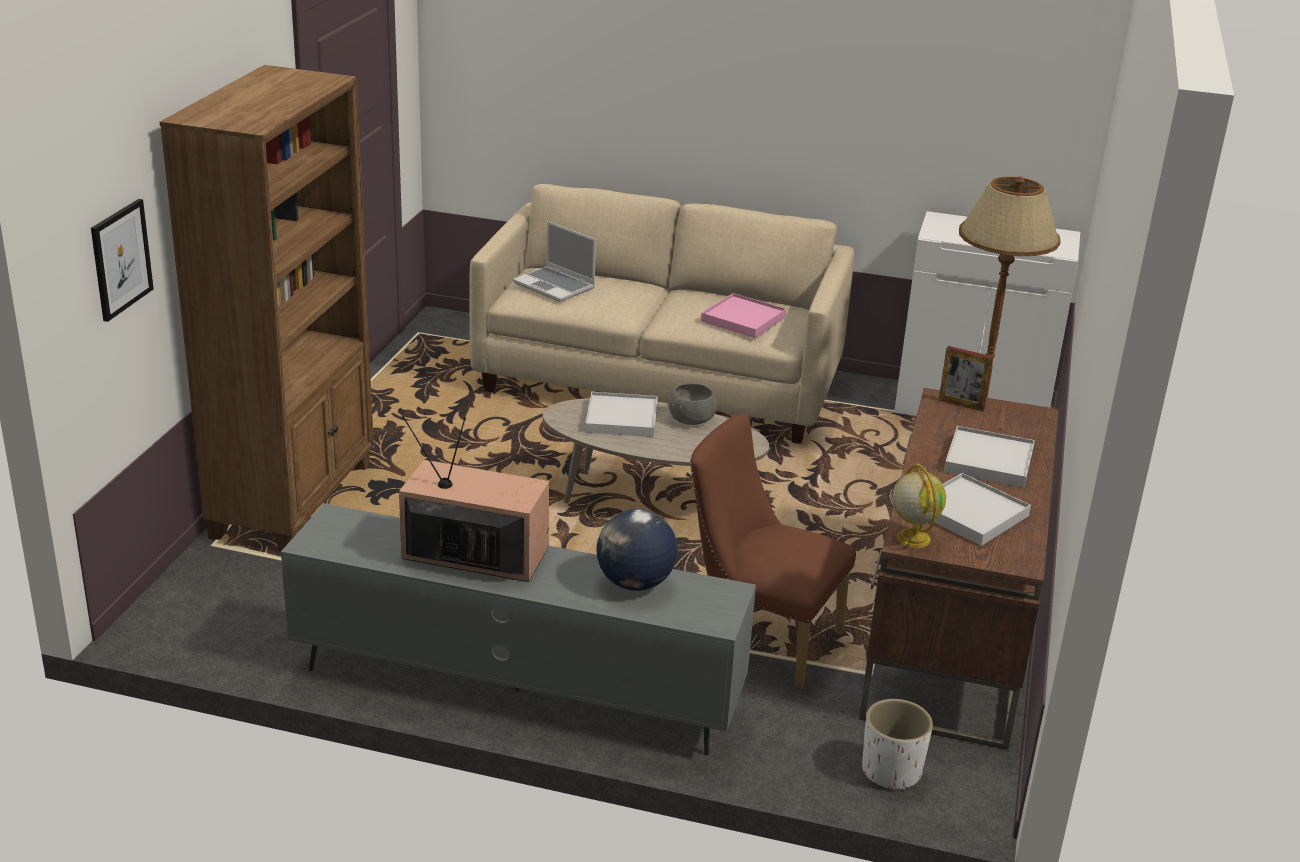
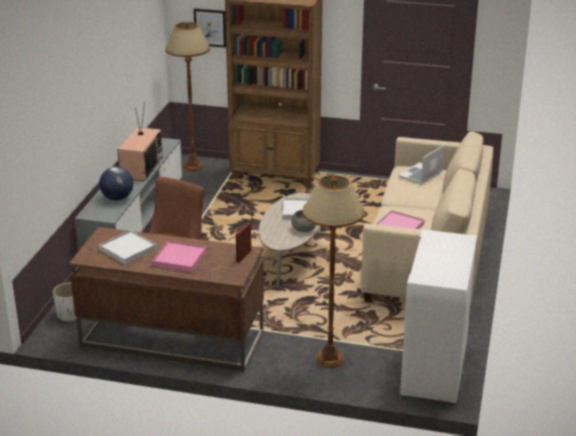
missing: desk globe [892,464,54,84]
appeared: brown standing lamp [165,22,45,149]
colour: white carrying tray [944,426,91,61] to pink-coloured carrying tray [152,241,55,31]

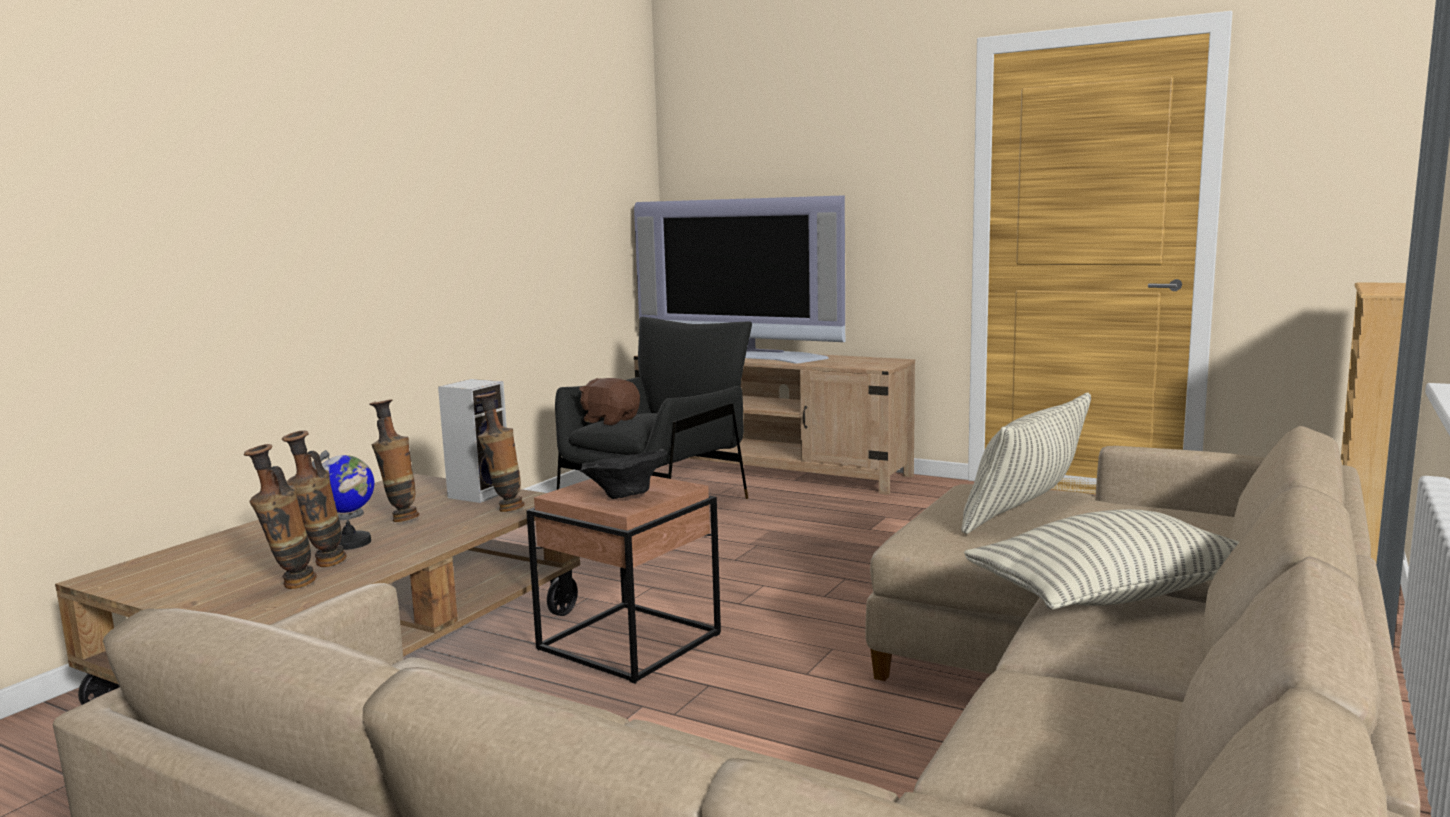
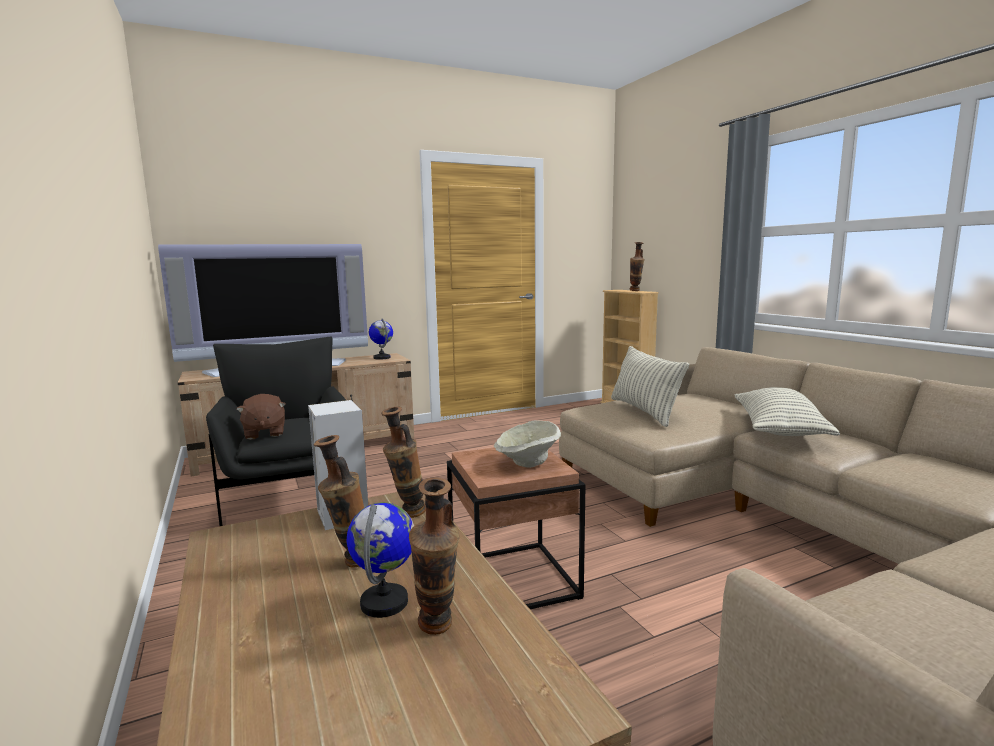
appeared: desk globe [369,318,24,42]
relocated: vase [244,444,73,145] to [629,242,16,49]
colour: blackish bowl [580,449,88,50] to beige bowl [494,421,67,47]
spun: brown plush toy [579,378,61,47] = [236,394,50,46] 90 degrees counterclockwise

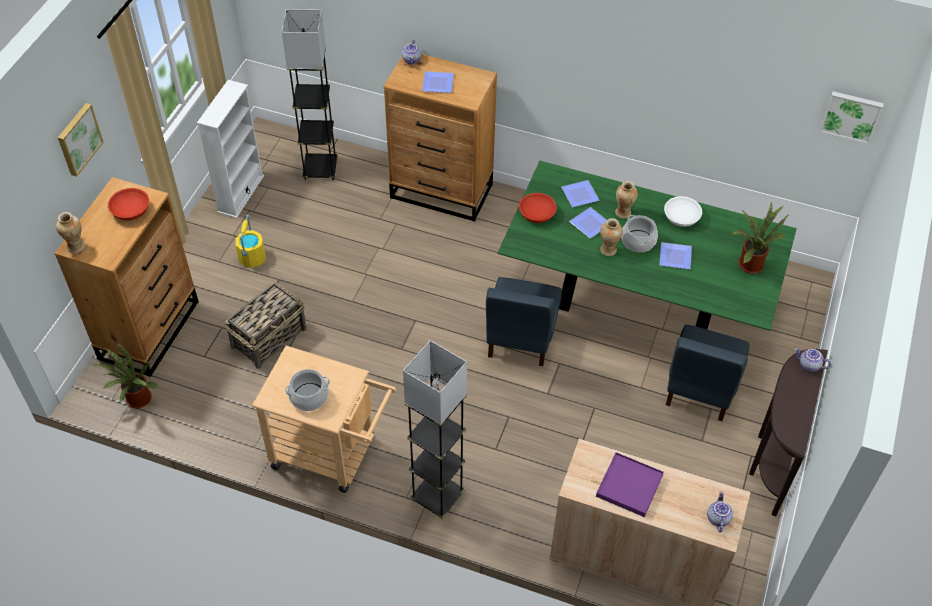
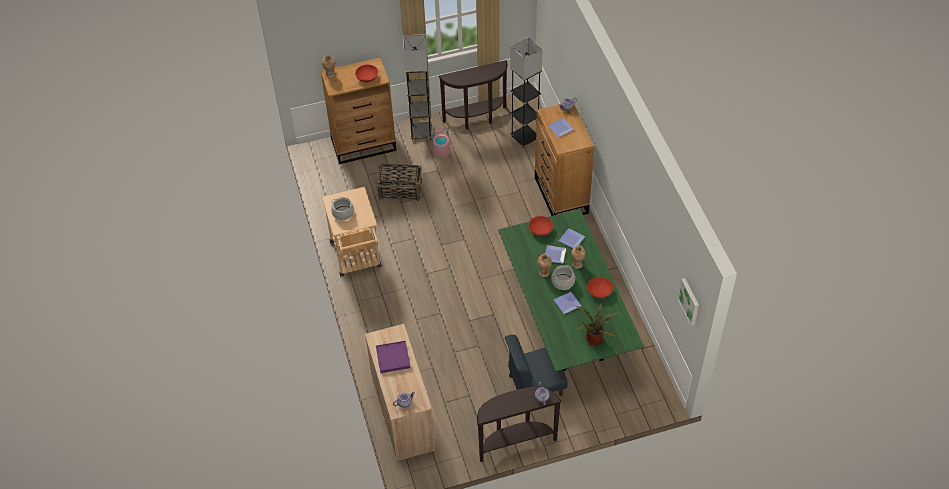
missing: wall art [58,103,46,74]; potted plant [95,343,64,65]; blue chair [486,277,76,89]
relocated: greyish standing lamp [403,340,64,179] to [403,34,29,106]
exchanged: white bookshelf [197,80,67,138] to brown console table [438,60,69,70]
colour: yellow-coloured bucket [236,214,30,54] to pink-coloured bucket [431,127,19,31]; white bowl [664,196,38,31] to red bowl [587,277,26,22]

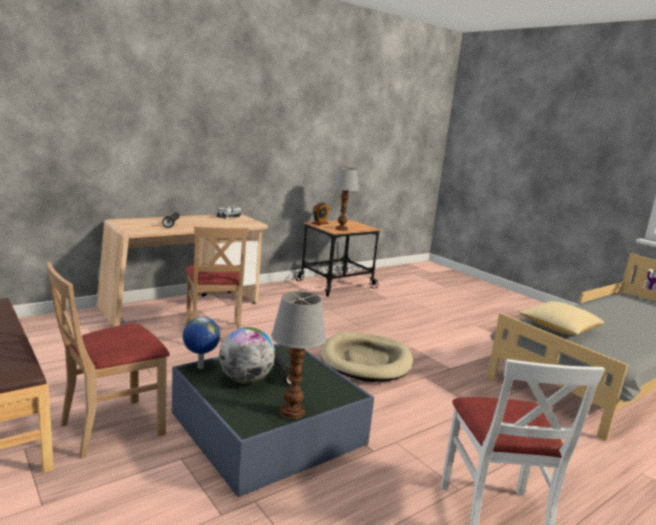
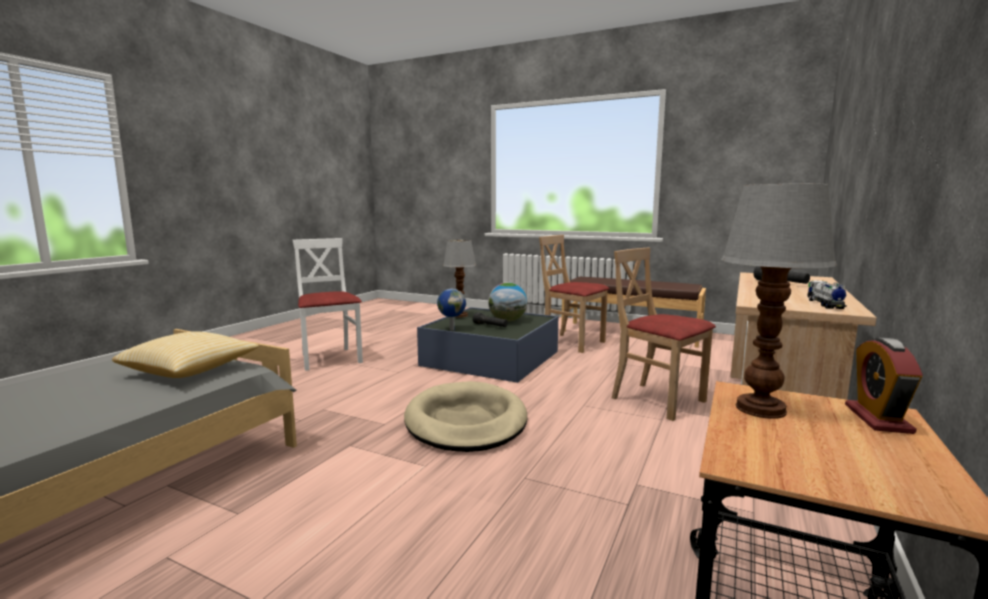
relocated: desk globe [182,317,38,52] to [437,289,29,42]
spun: beige chair [47,262,123,197] = [539,235,70,118] 75 degrees counterclockwise

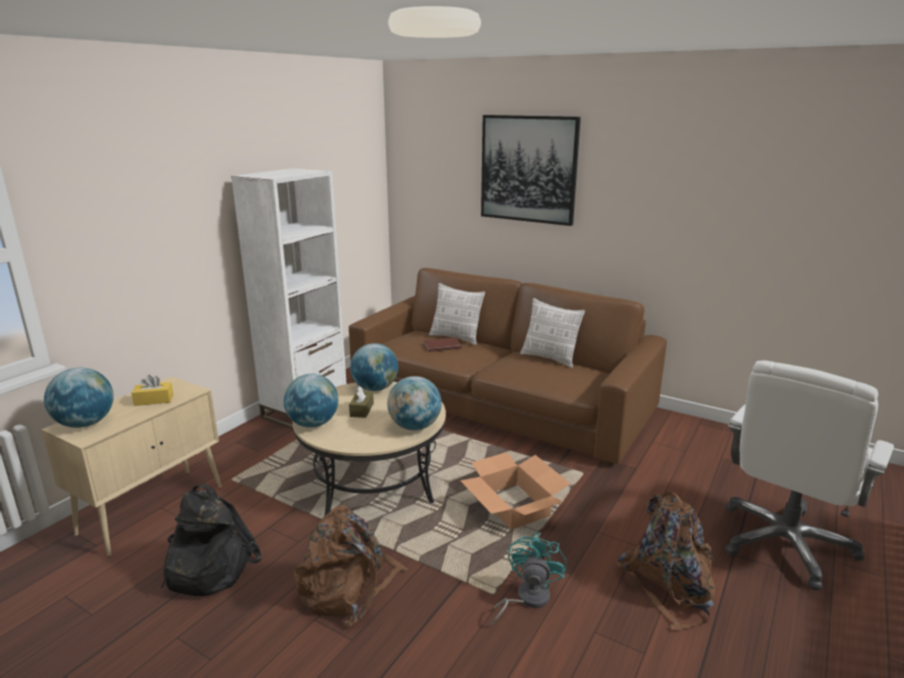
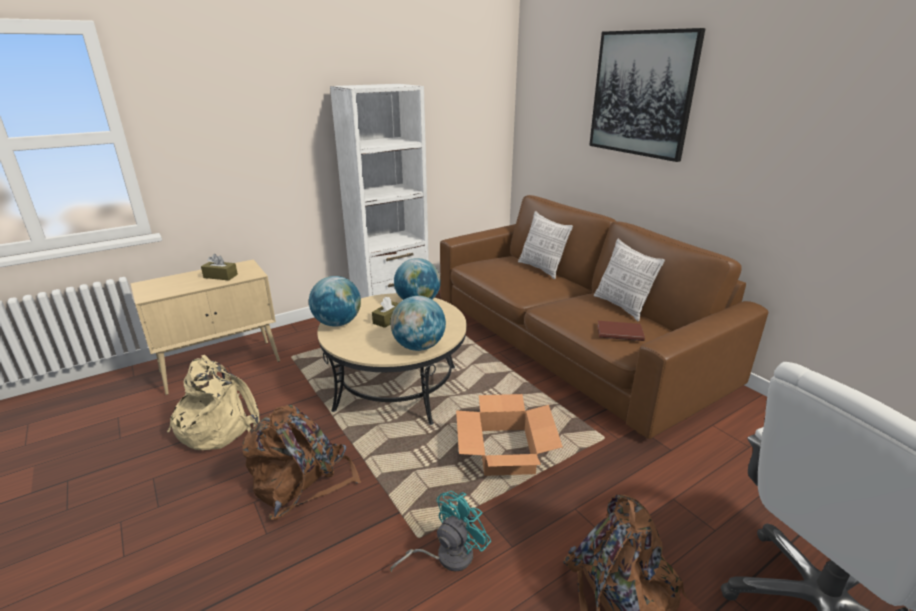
missing: desk globe [44,367,70,61]
relocated: brown volume [424,337,38,15] to [597,321,48,20]
colour: yellow-coloured tissue holder [132,375,42,31] to brown tissue holder [201,254,37,26]; blackish backpack [161,484,101,112] to beige backpack [167,355,93,95]

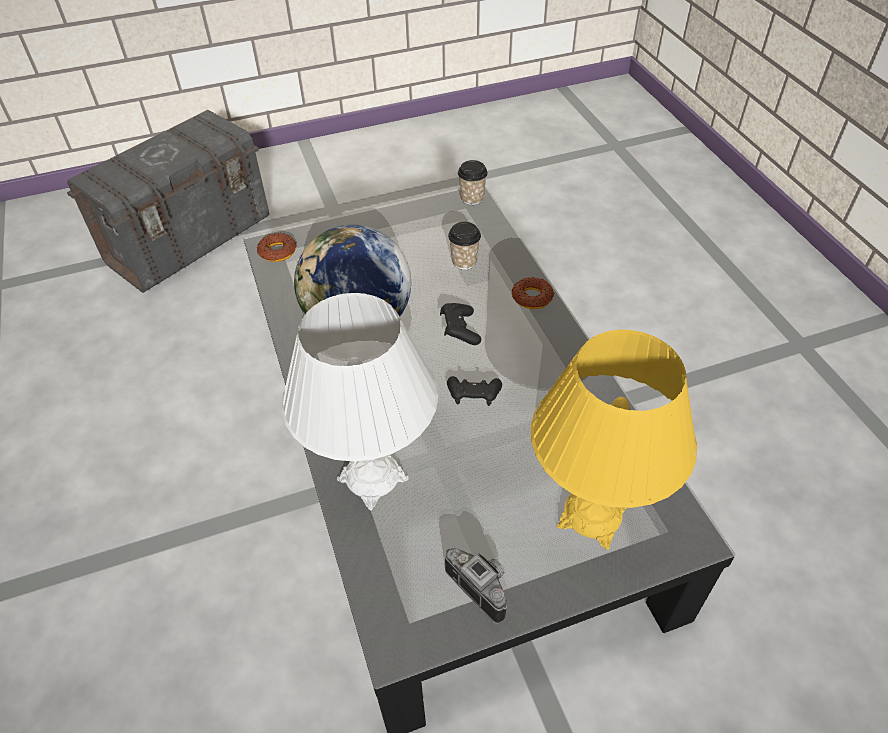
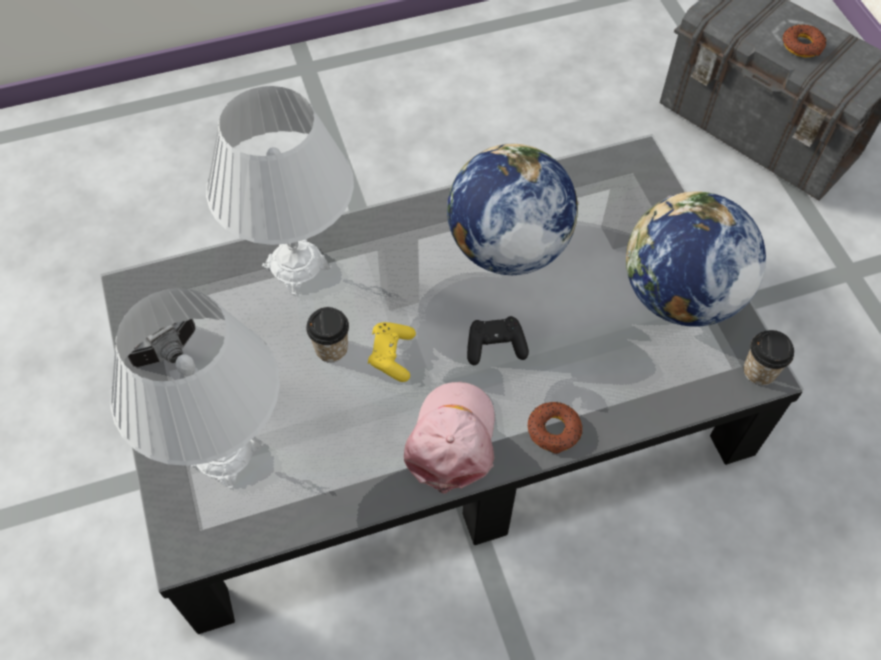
appeared: pink-coloured baseball cap [404,382,91,112]; desk globe [626,192,140,135]
relocated: ring doughnut [257,233,39,29] to [783,24,43,33]; drinking cup [448,222,33,48] to [306,307,43,56]
colour: blackish gamepad [447,376,55,30] to yellow-coloured gamepad [368,322,48,60]; yellow-coloured table lamp [531,330,166,220] to white table lamp [110,288,170,201]

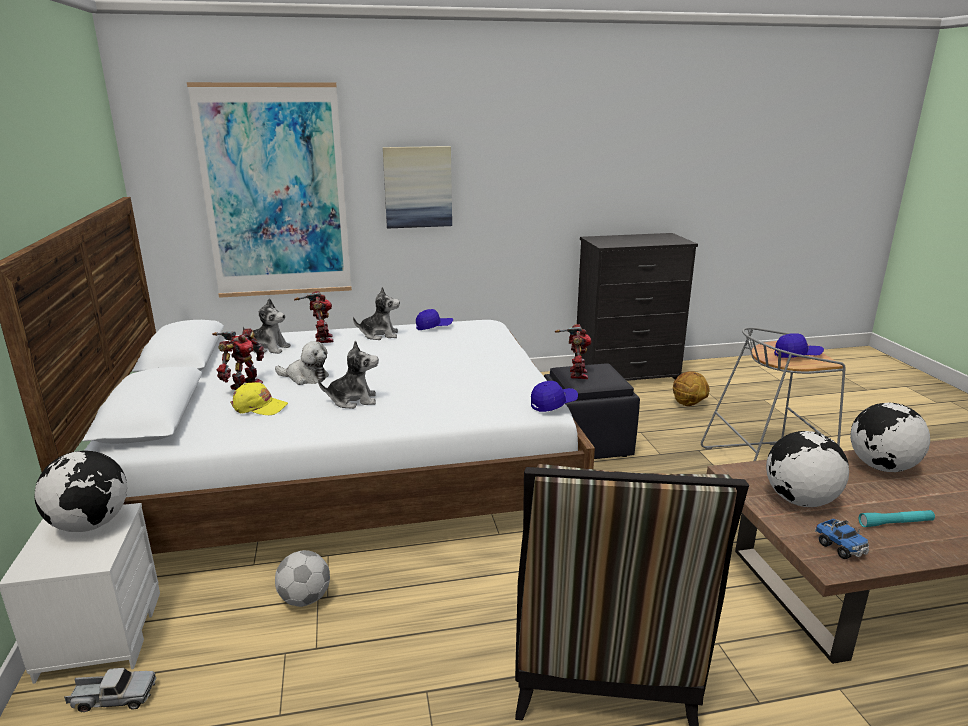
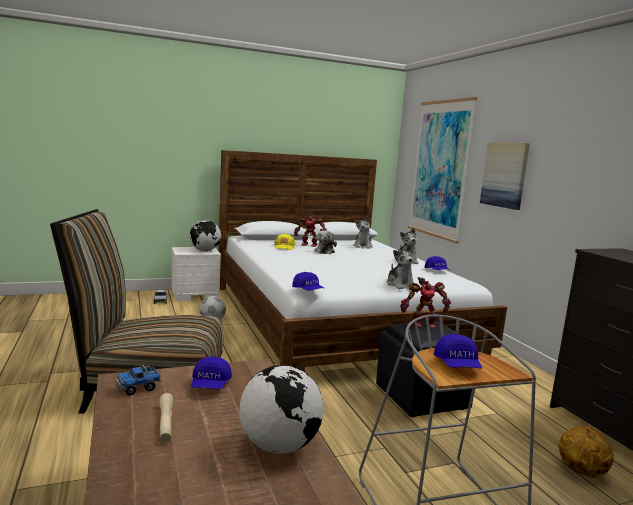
missing: model robot [294,291,39,52]
relocated: plush toy [318,340,61,69] to [387,244,27,45]
exchanged: desk globe [766,431,83,76] to blue baseball cap [191,356,41,33]
colour: blue-green hand torch [859,510,76,17] to beige hand torch [160,393,13,50]

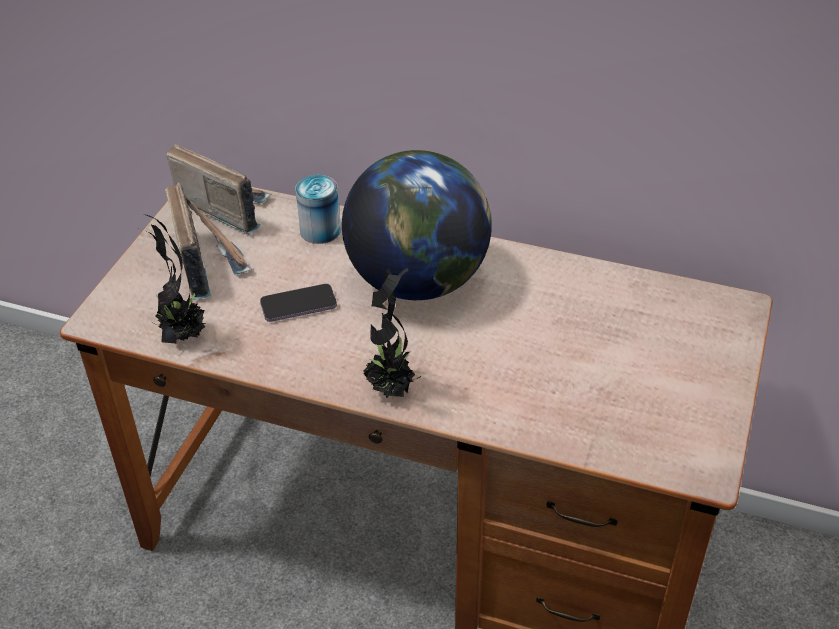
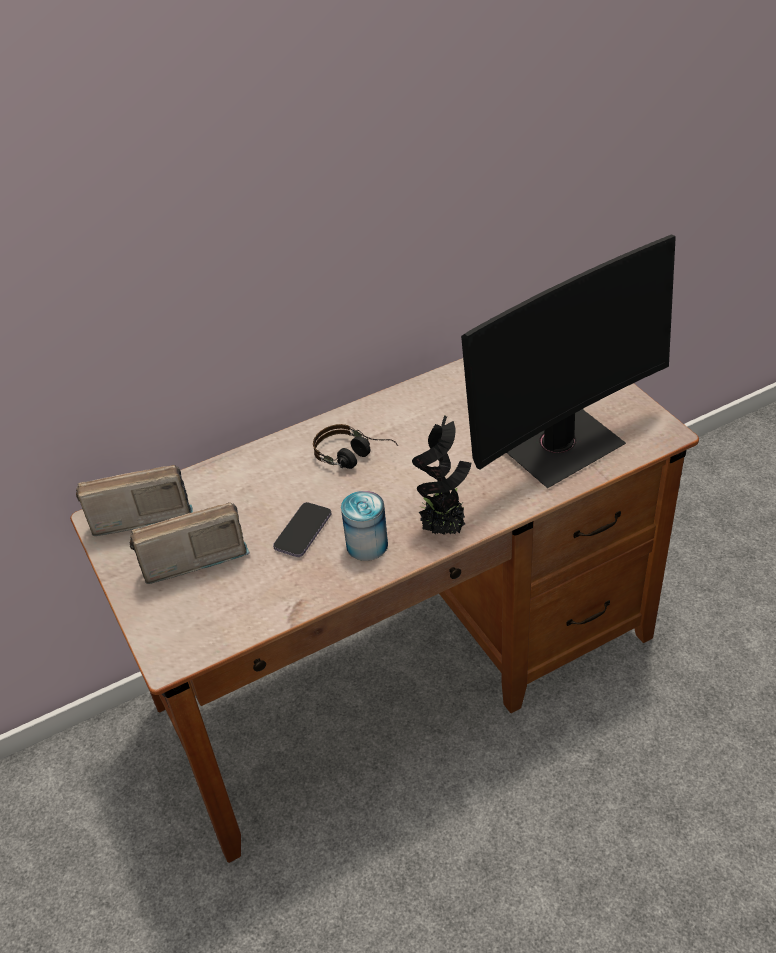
missing: potted plant [141,214,65,130]
appeared: computer screen [461,234,215,254]
relocated: metal can [295,175,46,69] to [341,491,47,70]
exchanged: desk globe [342,150,150,150] to headphones [313,424,85,45]
spun: radio set [165,182,87,118] = [130,502,120,82] 45 degrees counterclockwise

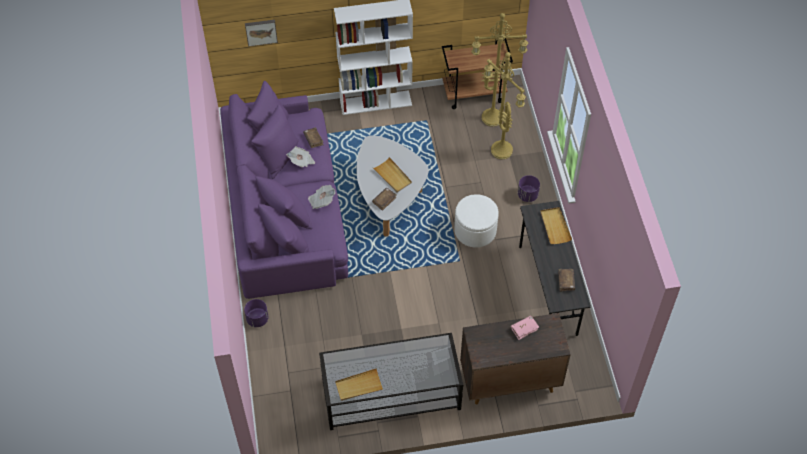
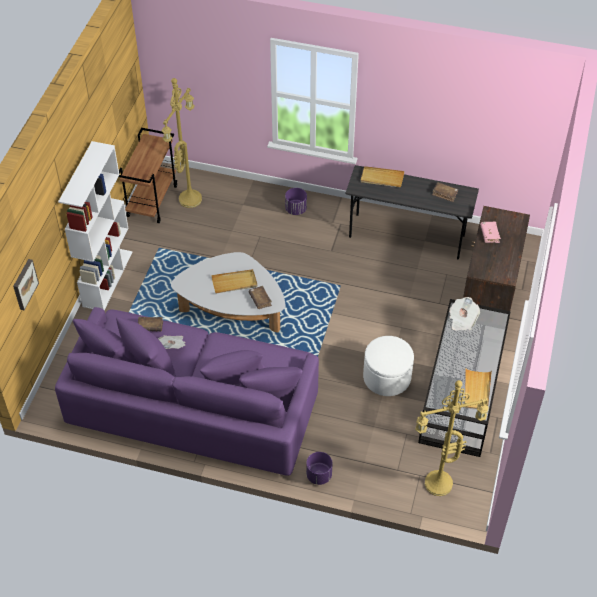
relocated: daily paper [308,185,28,24] to [449,297,31,34]; white pouffe [454,194,45,54] to [363,336,51,60]; yellow-coloured standing lamp [483,52,43,107] to [415,380,74,116]

